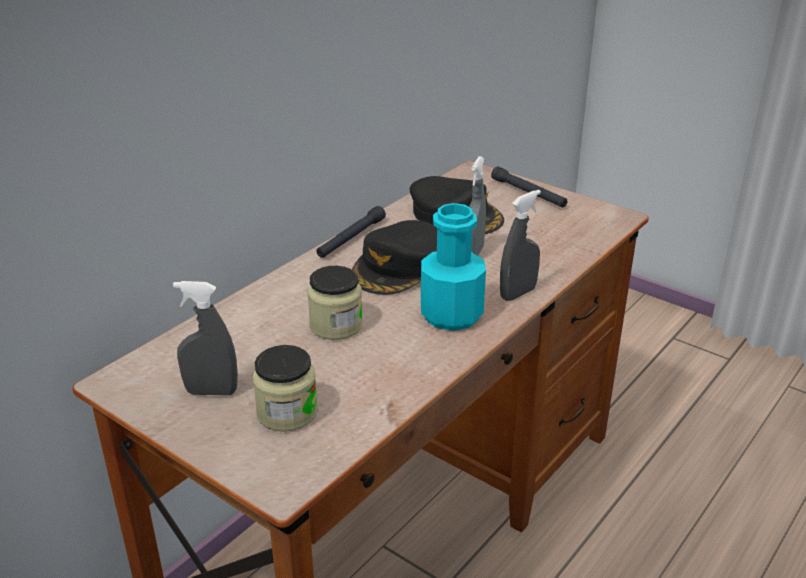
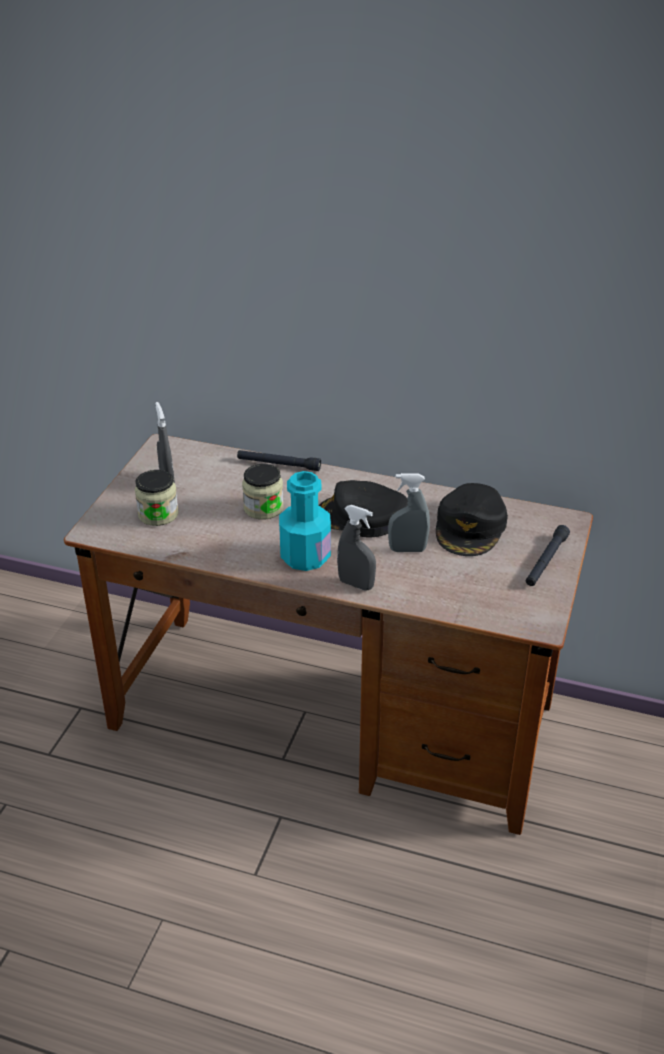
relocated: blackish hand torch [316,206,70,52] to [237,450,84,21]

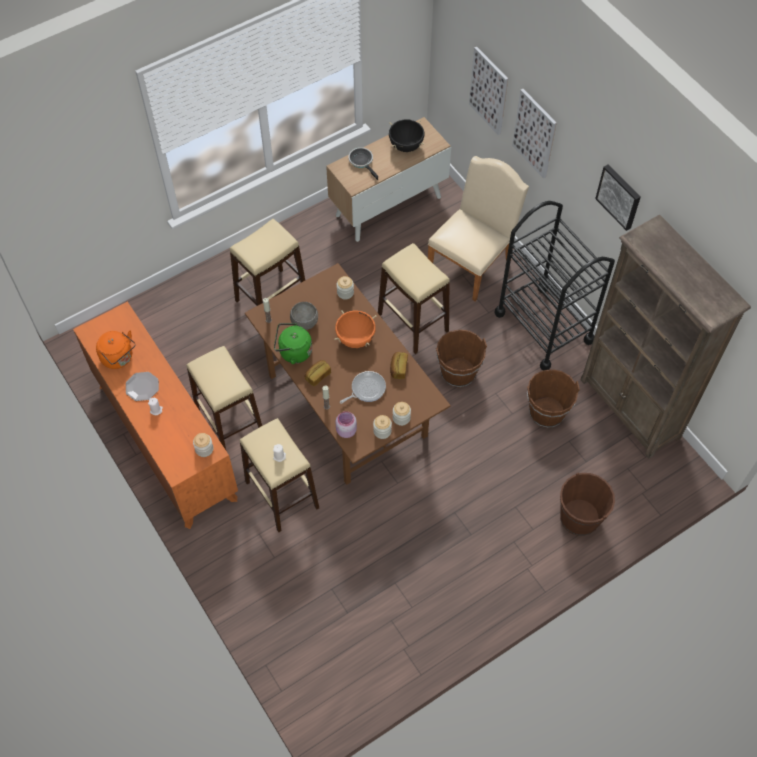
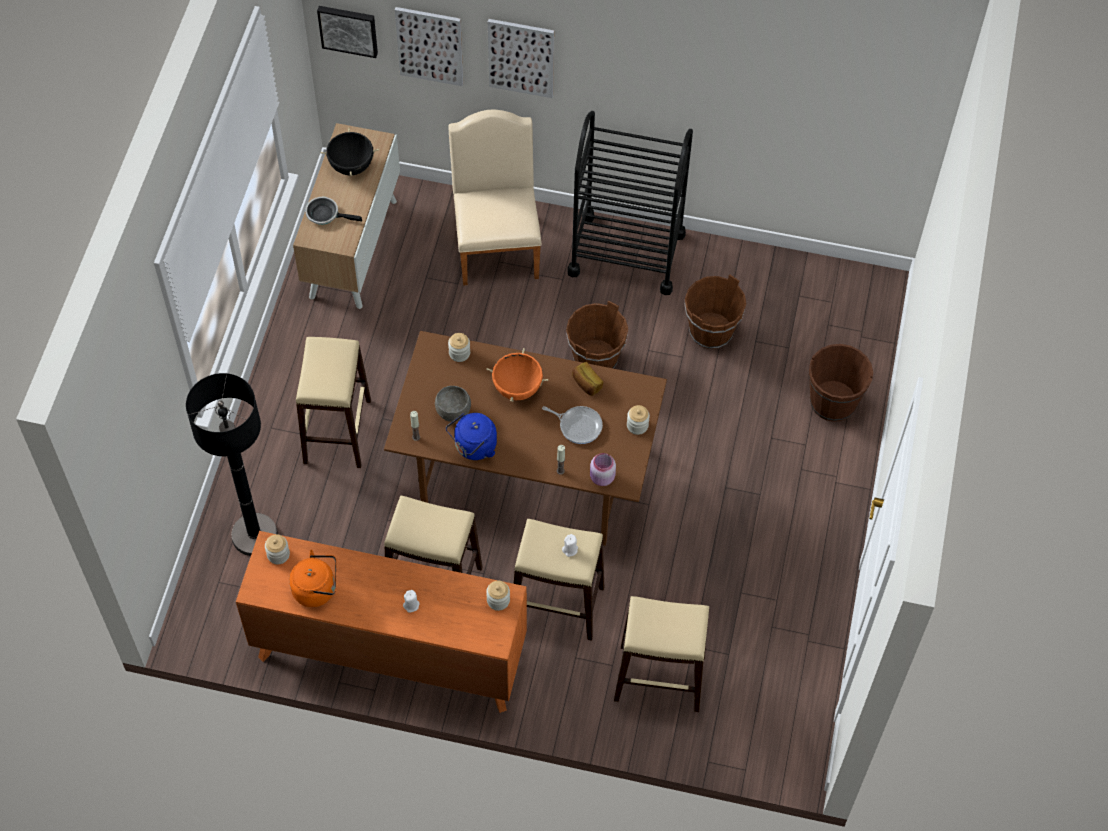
missing: dinner plate [126,372,33,29]; baked bread [304,360,27,26]; brown bookshelf [580,215,171,243]
appeared: blackish standing lamp [186,373,92,183]
relocated: preserve jar [373,415,19,24] to [265,534,25,30]; beige stool seat [378,243,72,111] to [614,596,95,116]; wall art [595,164,46,67] to [317,6,61,52]
colour: green-coloured tea kettle [274,323,38,41] to blue tea kettle [446,413,51,47]
spun: frying pan [340,371,46,33] = [542,406,61,38] 105 degrees clockwise

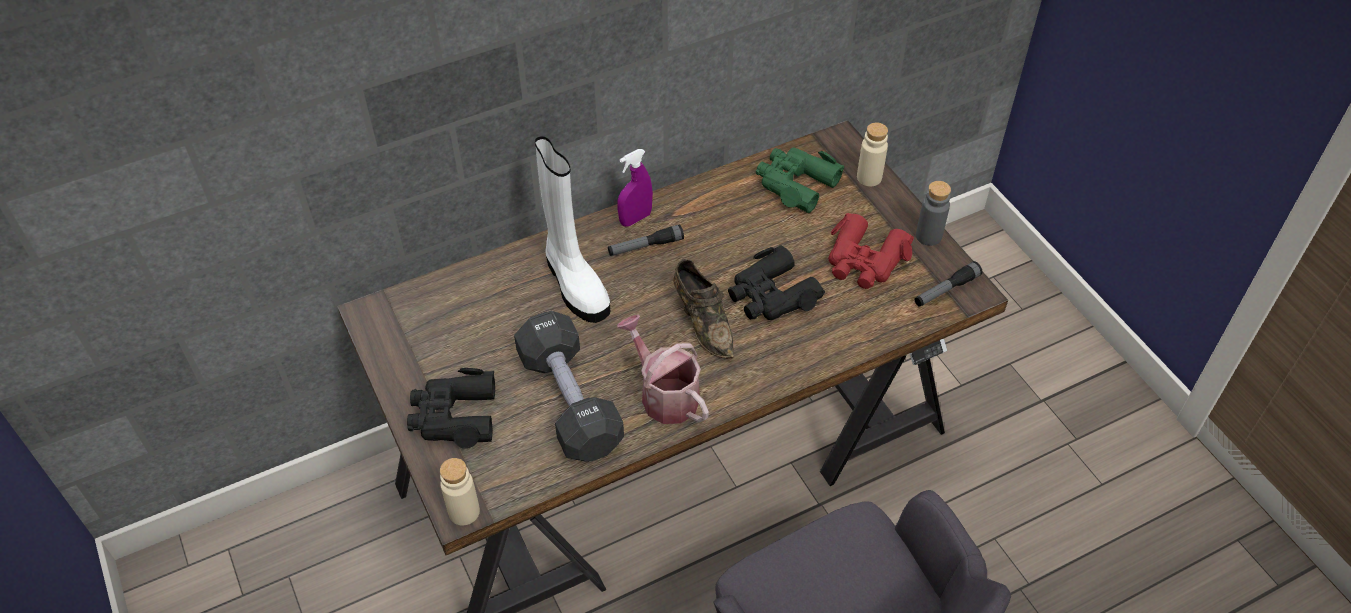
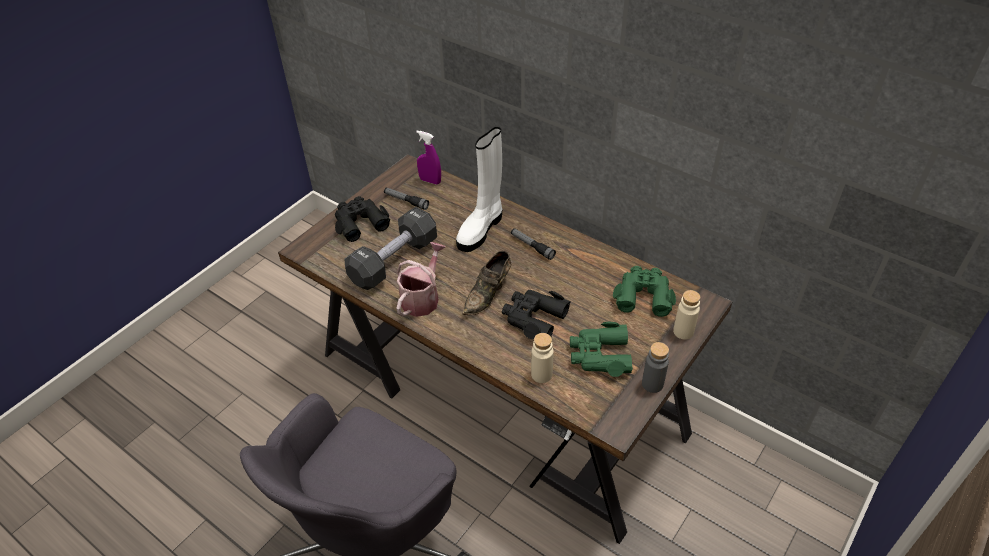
relocated: beige bottle [440,458,40,68] to [531,333,23,50]; purplish spray bottle [617,149,36,78] to [416,130,25,55]; hand torch [915,261,67,46] to [384,187,45,23]
colour: red pair of binoculars [828,213,86,76] to green-coloured pair of binoculars [570,322,63,55]

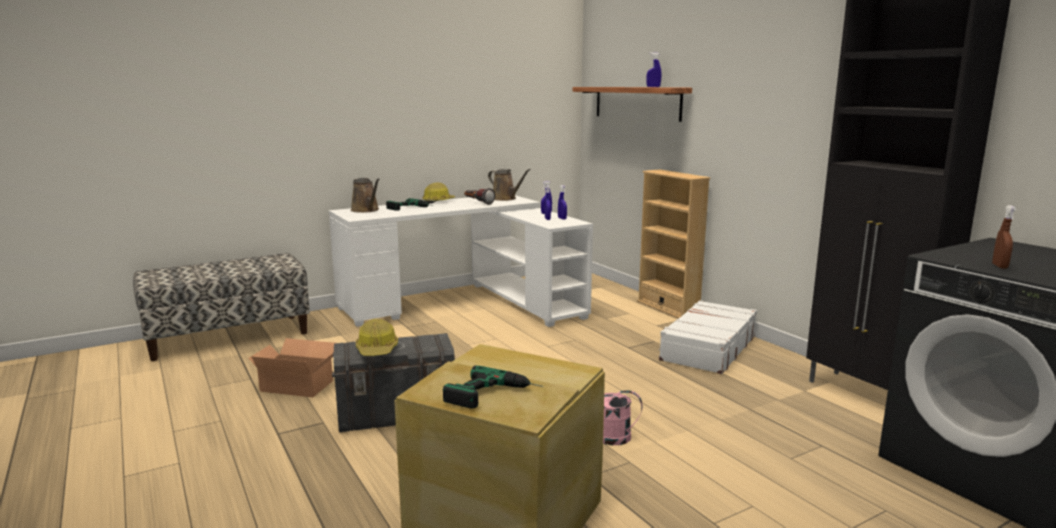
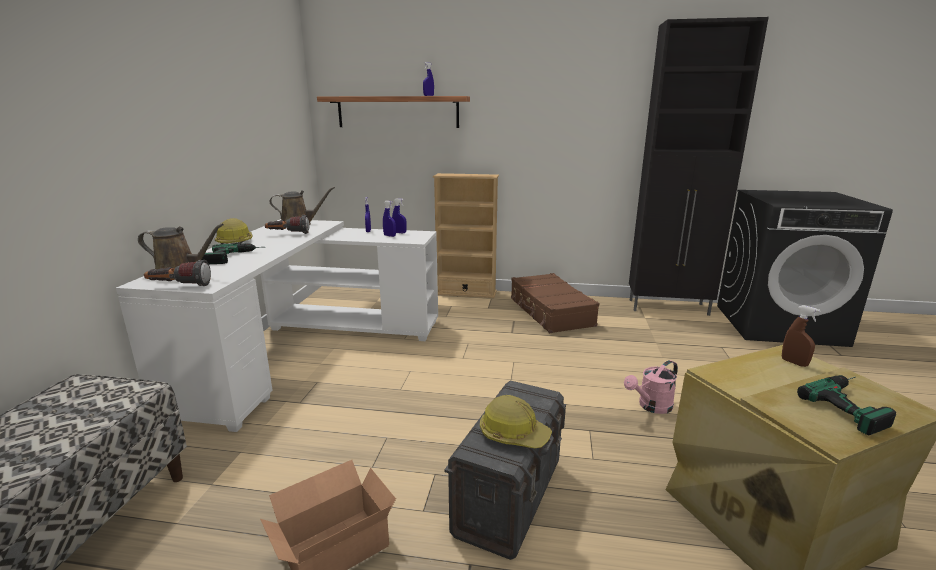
appeared: hand torch [144,260,67,26]
relocated: brown spray bottle [992,205,25,64] to [782,305,39,62]
colour: white suitcase [659,300,98,74] to brown suitcase [511,273,88,60]

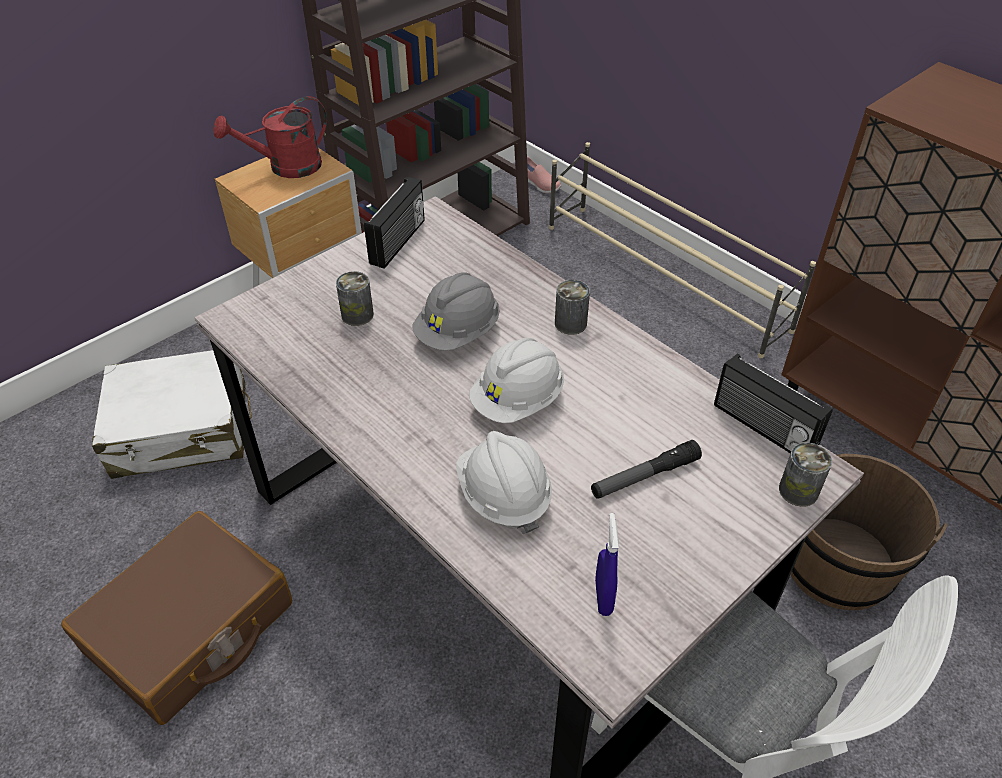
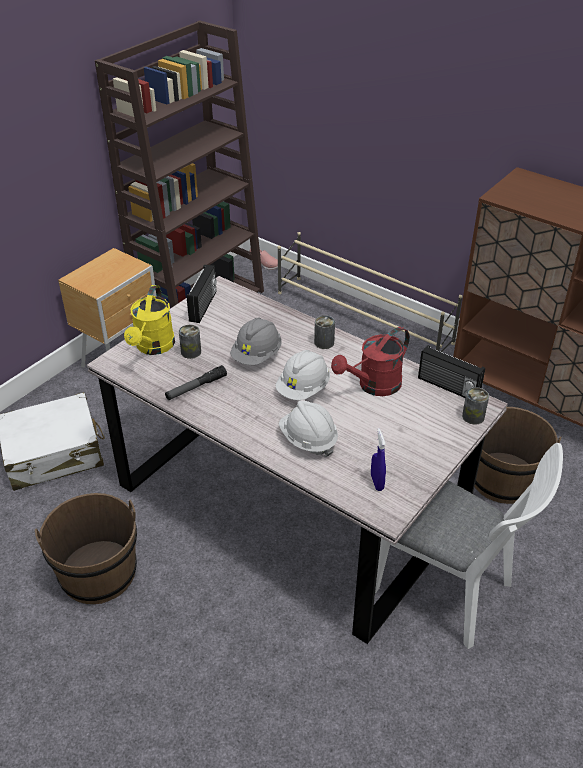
appeared: yellow-coloured watering can [124,285,51,70]
relocated: red watering can [213,96,114,82] to [331,327,79,69]; hand torch [591,440,111,59] to [165,365,62,35]
exchanged: brown suitcase [61,511,231,214] to brown bucket [35,493,102,111]

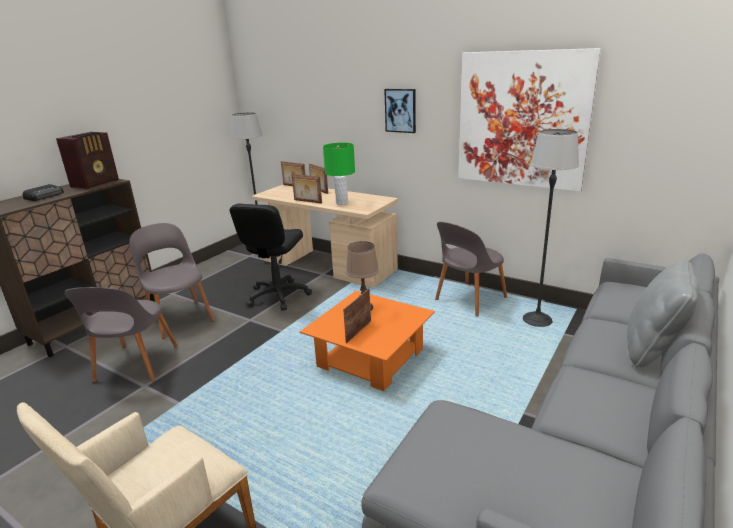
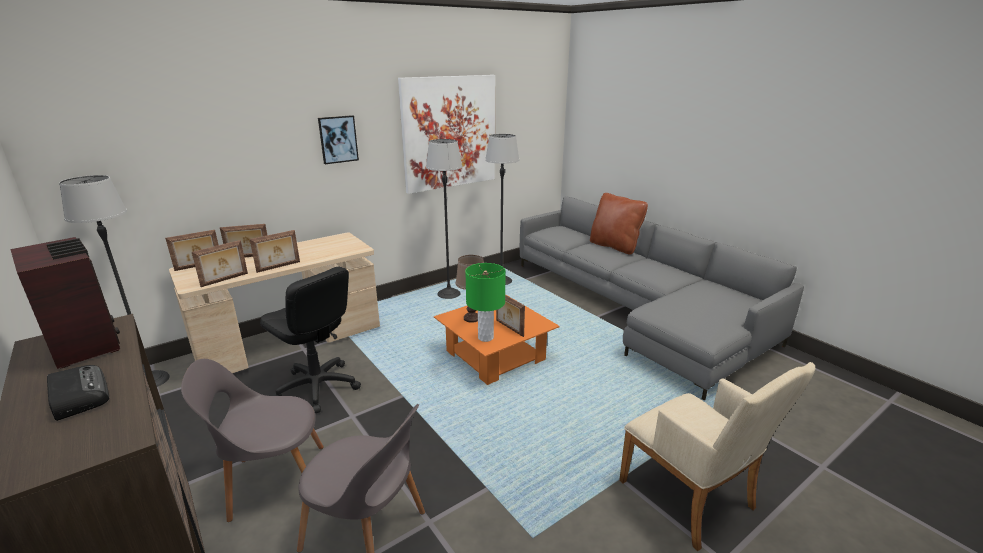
appeared: picture frame [192,240,56,47]
relocated: green-coloured table lamp [323,143,32,62] to [465,263,41,79]
exchanged: greyish chair [435,222,72,95] to standing lamp [426,139,36,160]
colour: greyish cushion [627,259,72,108] to brown cushion [590,193,58,61]

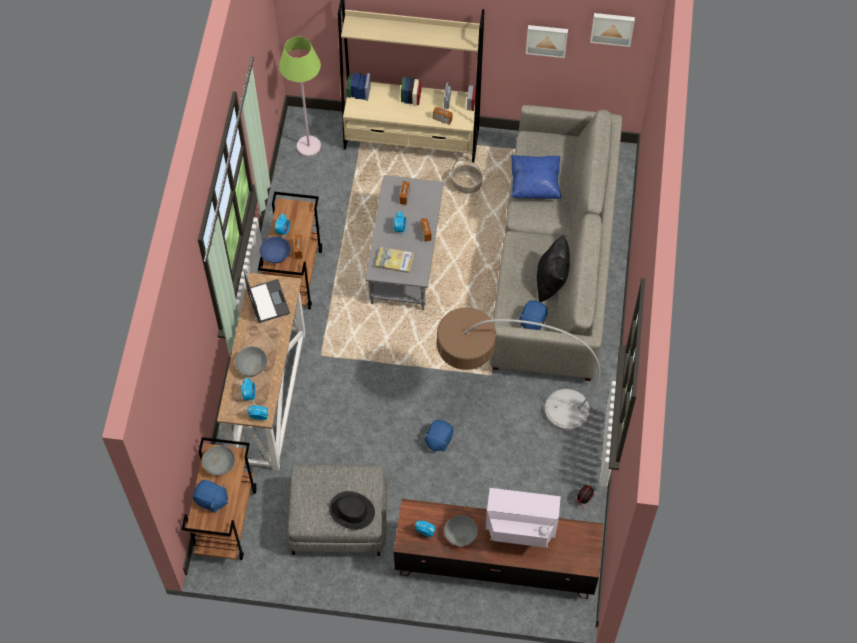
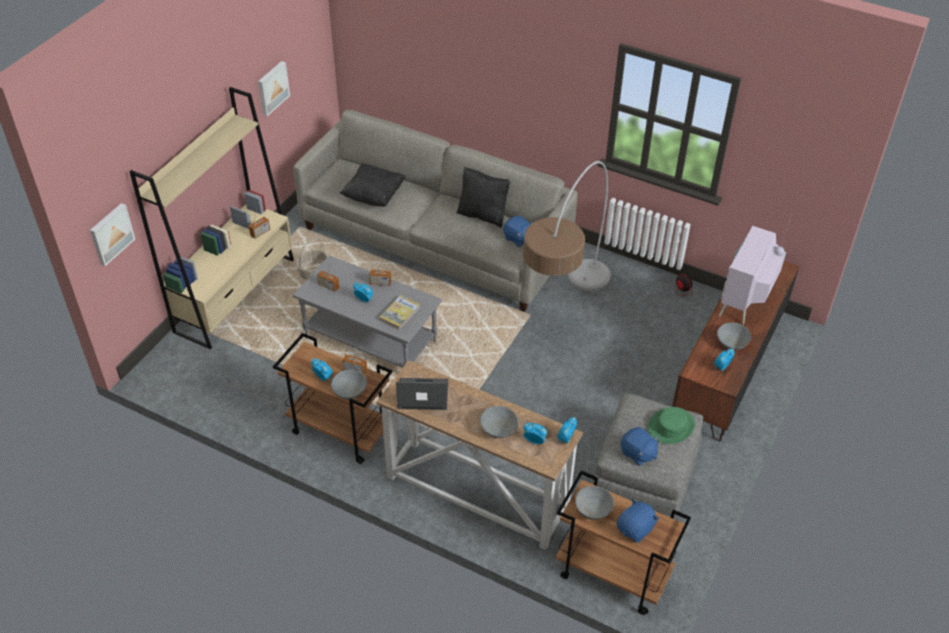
missing: green-coloured standing lamp [279,37,42,119]
relocated: blue plush toy [424,420,29,31] to [620,427,39,39]; wall art [590,13,45,34] to [90,203,45,63]
colour: blue bowl [260,236,30,27] to greyish bowl [331,369,36,31]; blackish wearable hat [329,491,46,39] to green-coloured wearable hat [648,407,47,37]; blue cushion [511,155,50,44] to blackish cushion [340,163,66,44]

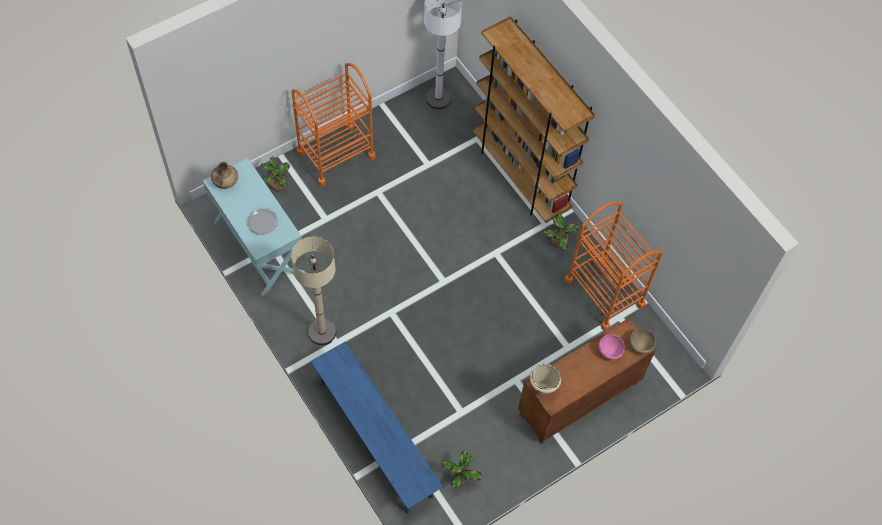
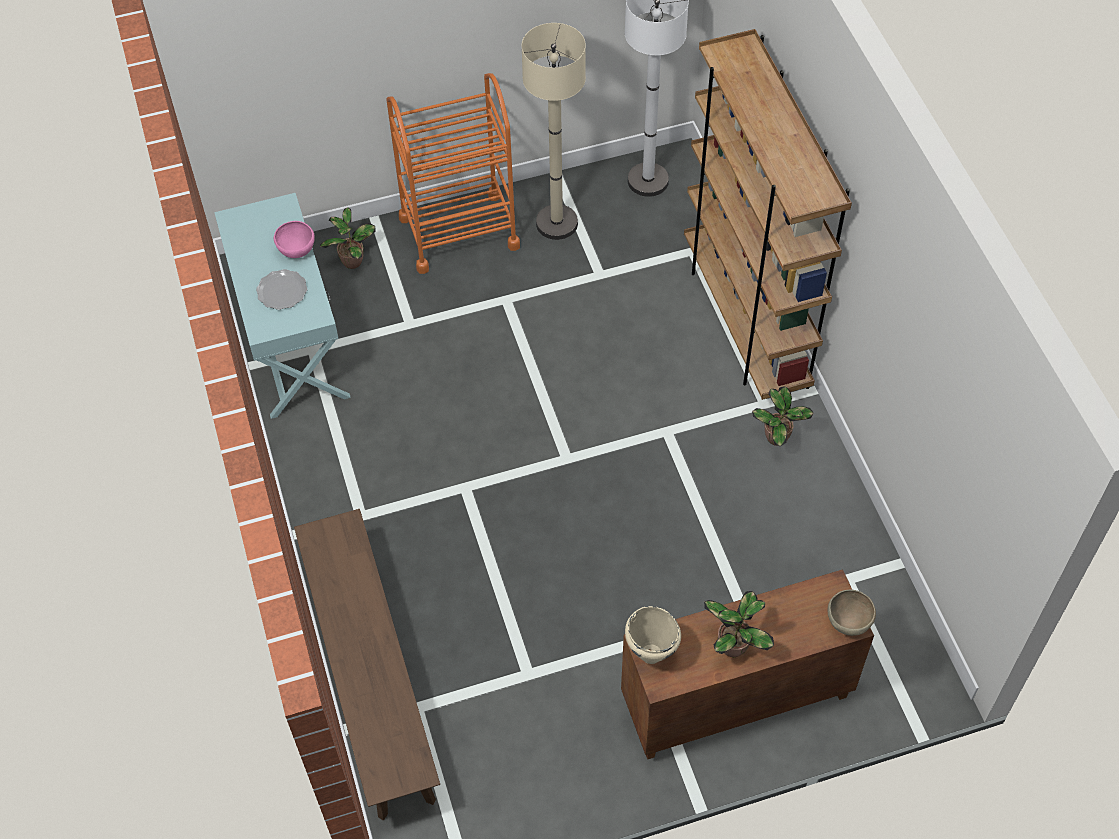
missing: brown vase [211,162,27,27]; orangey trolley [564,202,99,129]
relocated: beige standing lamp [291,237,45,108] to [521,23,65,217]; potted plant [441,451,41,37] to [704,591,70,66]; pink-coloured bowl [599,334,26,26] to [274,221,41,37]
colour: blue bench [311,342,132,172] to brown bench [294,509,146,311]

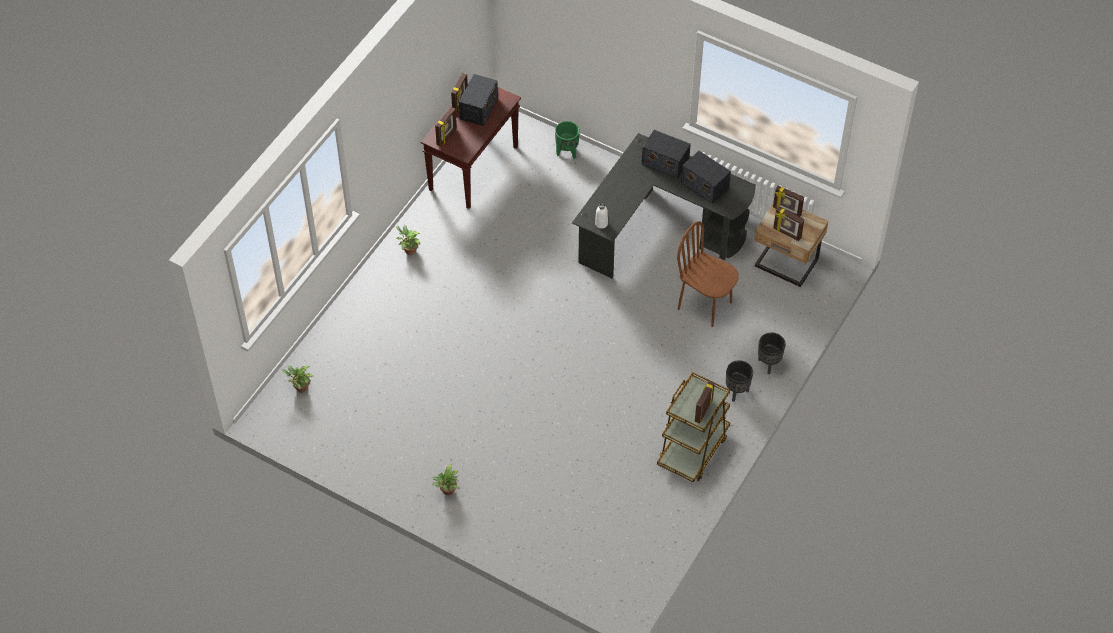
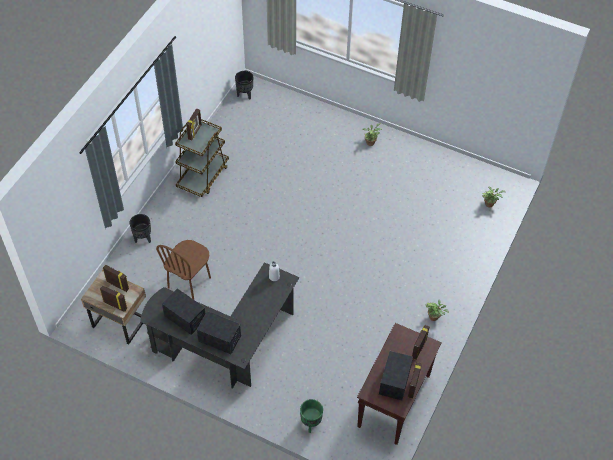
relocated: blackish plant pot [726,360,27,42] to [235,71,18,29]
spun: brown chair [677,221,62,106] = [156,240,55,60] 90 degrees clockwise

